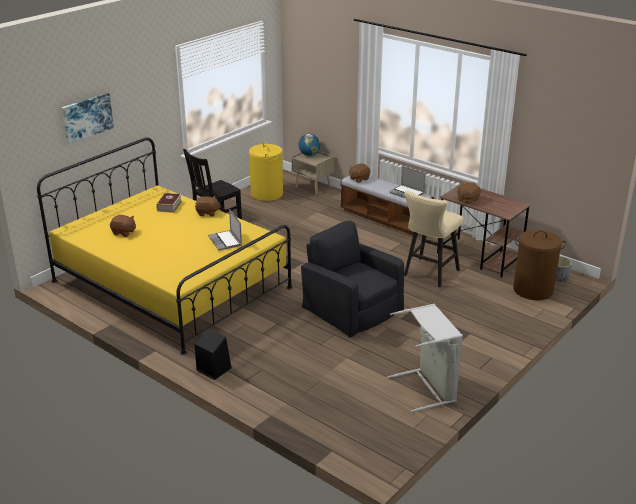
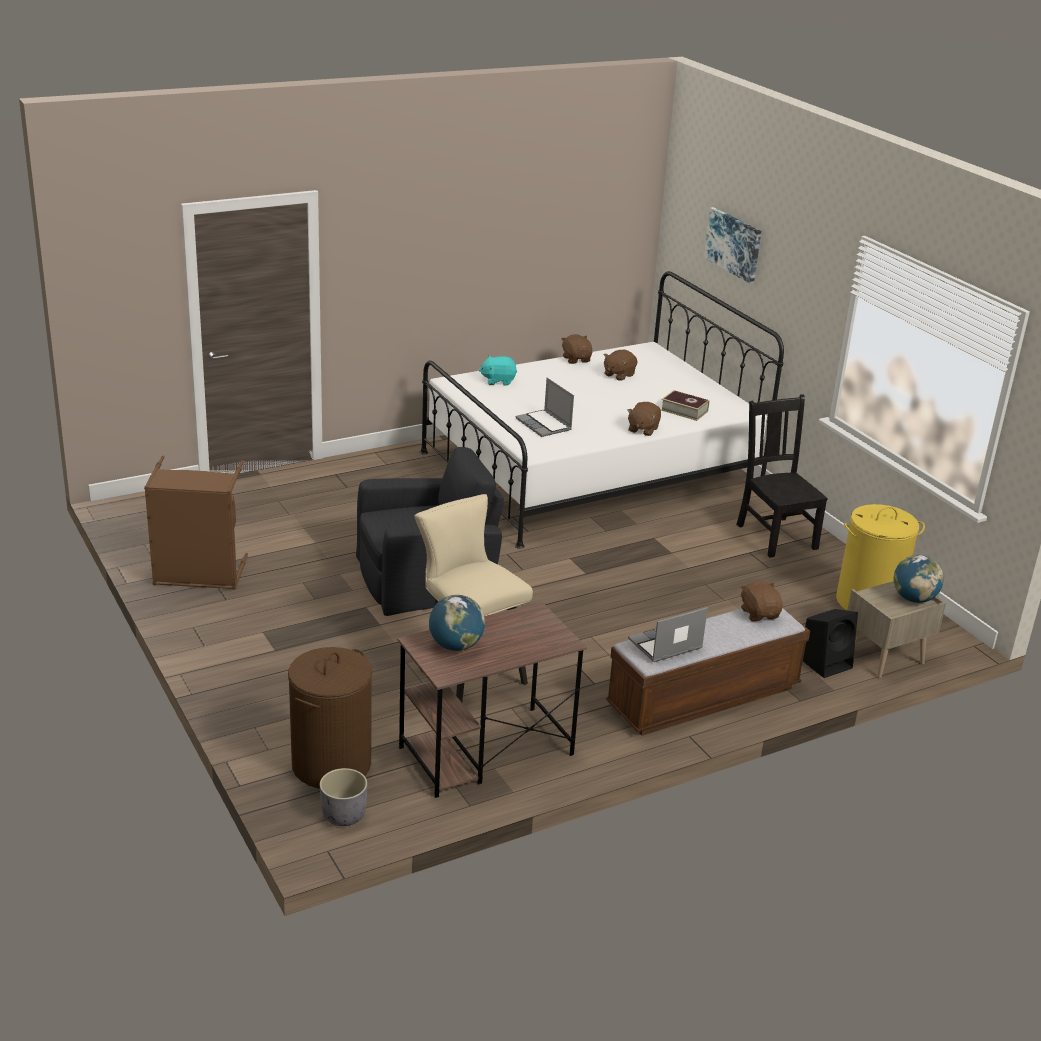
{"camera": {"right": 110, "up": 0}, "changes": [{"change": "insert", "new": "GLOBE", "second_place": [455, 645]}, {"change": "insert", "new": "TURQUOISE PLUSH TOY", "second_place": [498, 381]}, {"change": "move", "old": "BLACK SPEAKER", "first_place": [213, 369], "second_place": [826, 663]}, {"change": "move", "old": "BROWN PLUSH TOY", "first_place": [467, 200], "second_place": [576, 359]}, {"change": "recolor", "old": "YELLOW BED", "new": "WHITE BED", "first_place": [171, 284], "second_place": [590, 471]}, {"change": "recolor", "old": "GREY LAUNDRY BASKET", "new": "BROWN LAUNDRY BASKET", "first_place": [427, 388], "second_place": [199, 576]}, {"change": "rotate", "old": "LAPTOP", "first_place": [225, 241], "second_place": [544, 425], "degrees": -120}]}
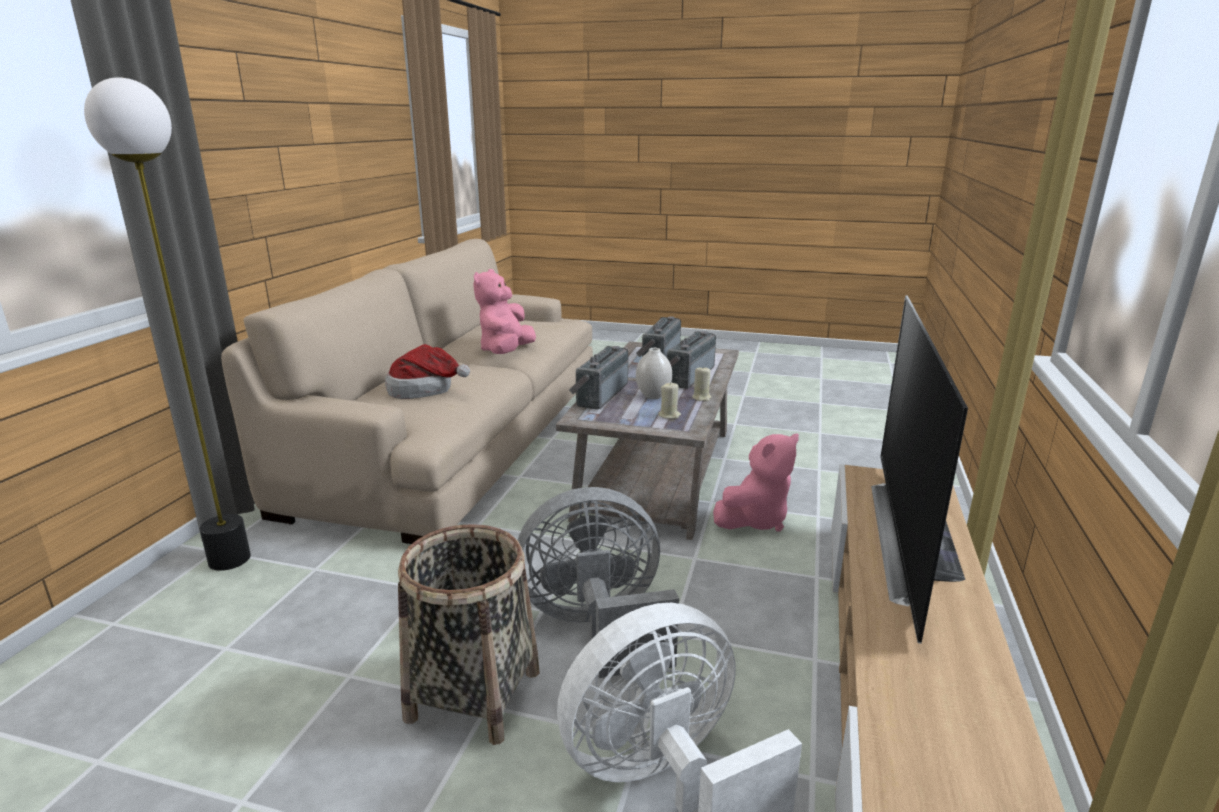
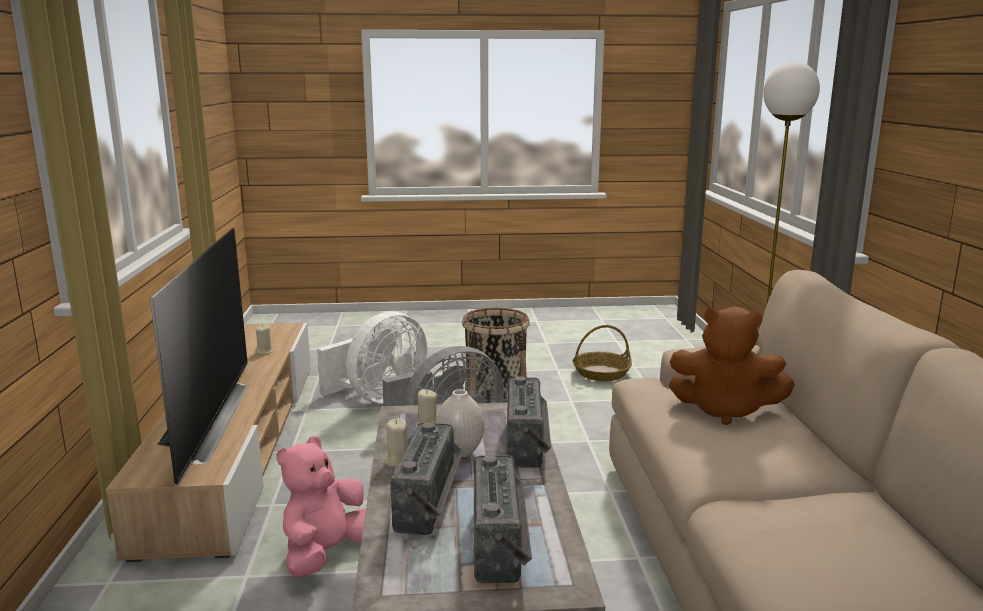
{"camera": {"right": 160, "up": -5}, "changes": [{"change": "delete", "old": "PINK PLUSH TOY", "first_place": [506, 352]}, {"change": "insert", "new": "BEIGE CANDLE", "second_place": [264, 352]}, {"change": "insert", "new": "BASKET", "second_place": [601, 373]}, {"change": "replace", "old": "HAT", "new": "BROWN PLUSH TOY", "first_place": [425, 390], "second_place": [725, 410]}]}
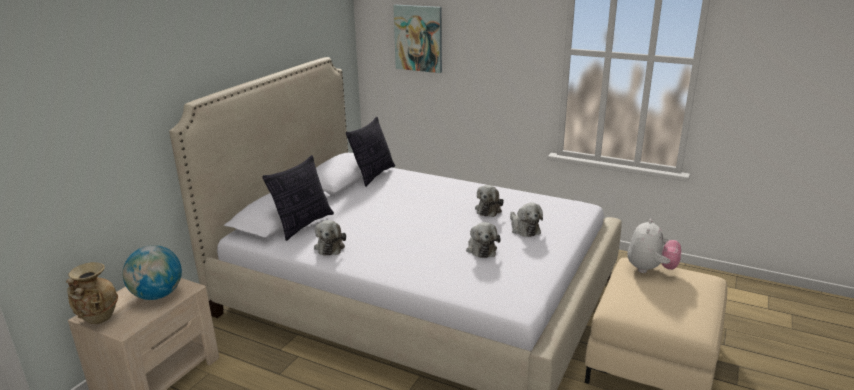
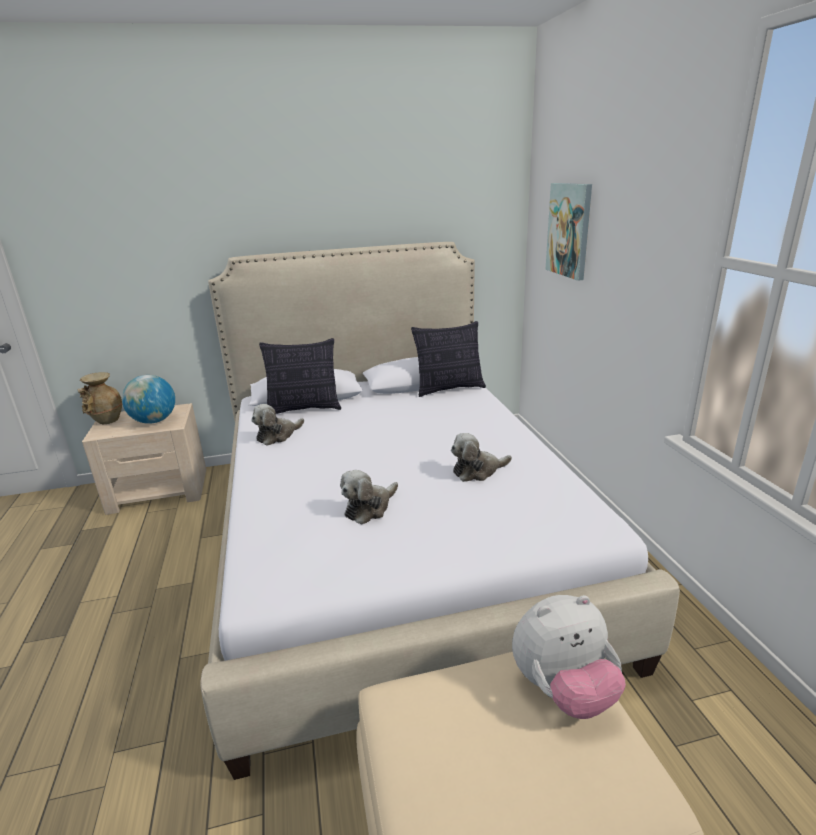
{"camera": {"right": 50, "up": 0}, "changes": [{"change": "delete", "old": "PLUSH TOY", "first_place": [524, 228]}]}
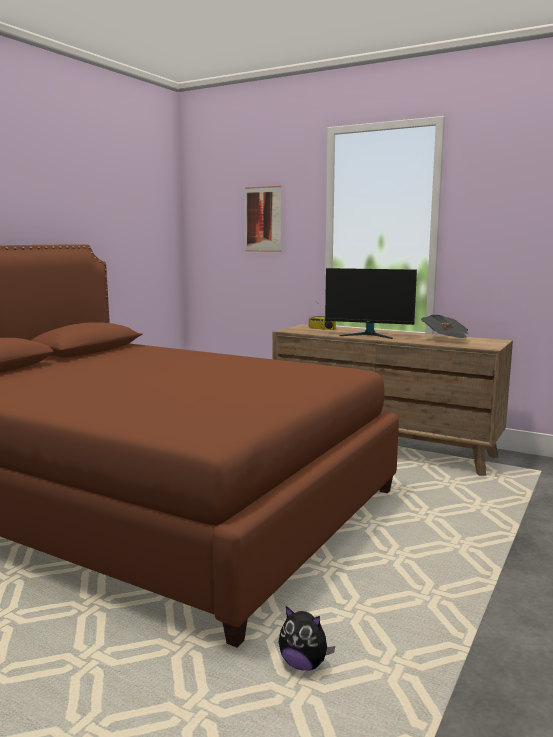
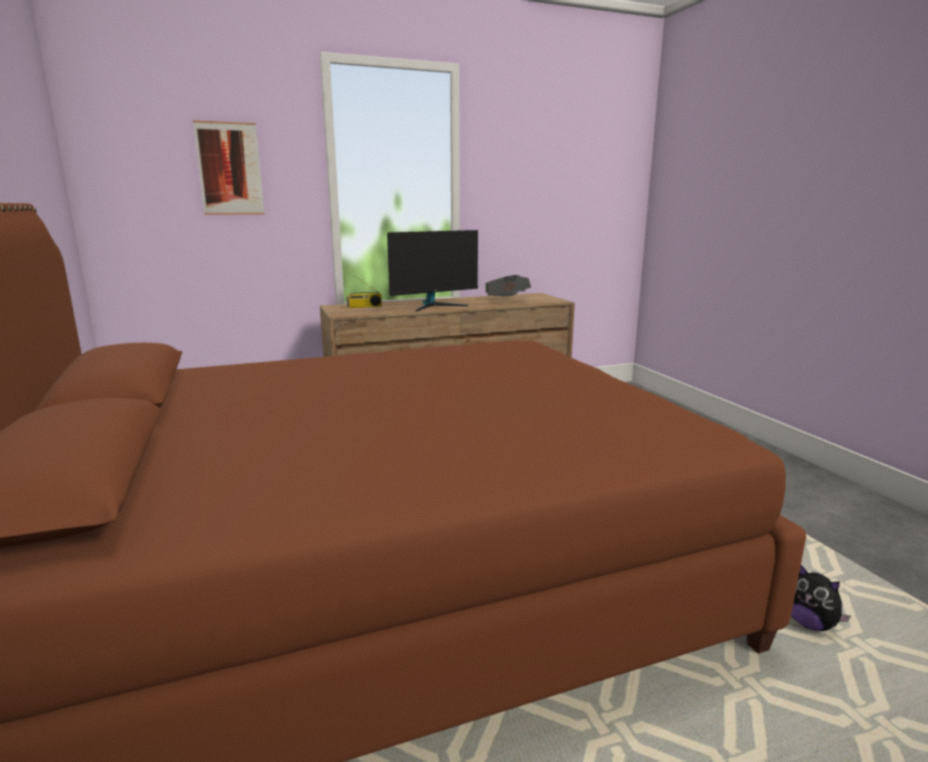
{"camera": {"right": -50, "up": 5}, "changes": [{"change": "rotate", "old": "PLUSH TOY", "first_place": [304, 664], "second_place": [810, 624], "degrees": 75}]}
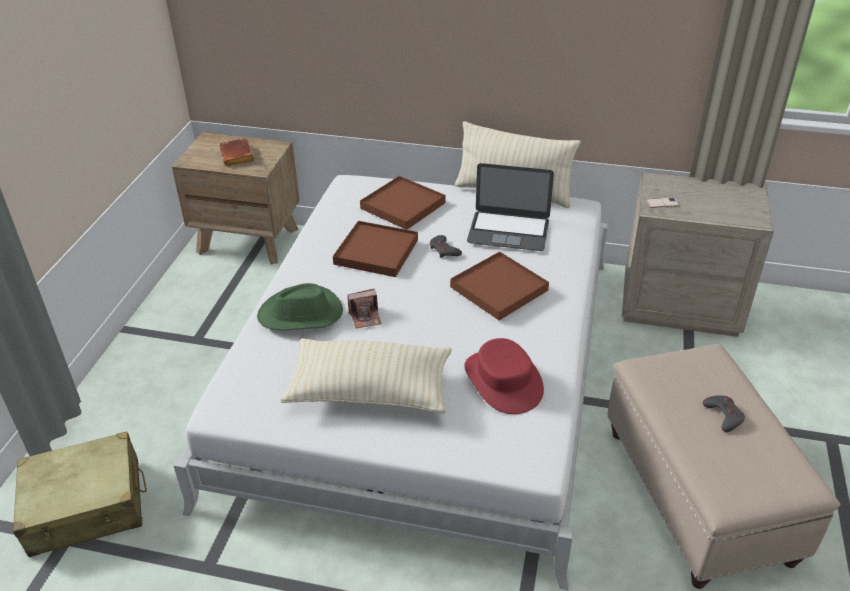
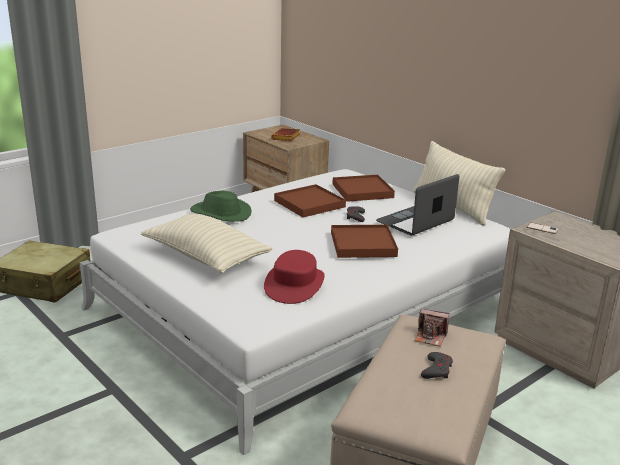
{"camera": {"right": 35, "up": -15}, "changes": [{"change": "move", "old": "PHOTO CAMERA", "first_place": [365, 317], "second_place": [430, 337]}, {"change": "rotate", "old": "LAPTOP", "first_place": [508, 231], "second_place": [415, 221], "degrees": 90}]}
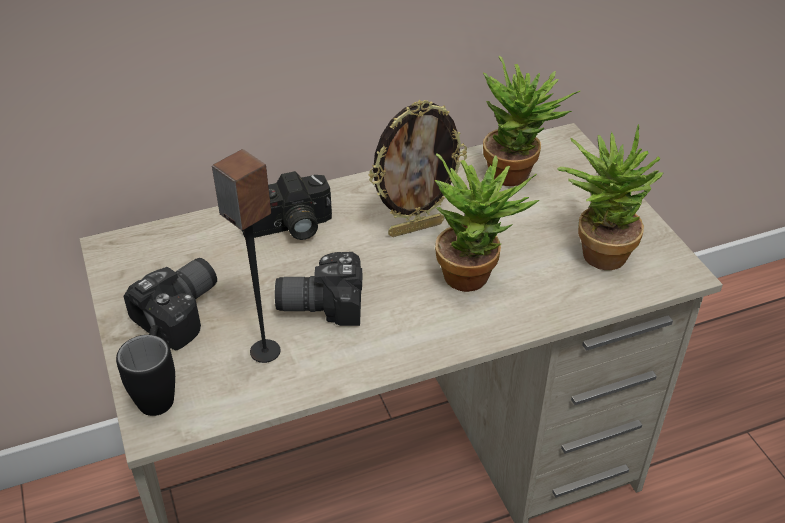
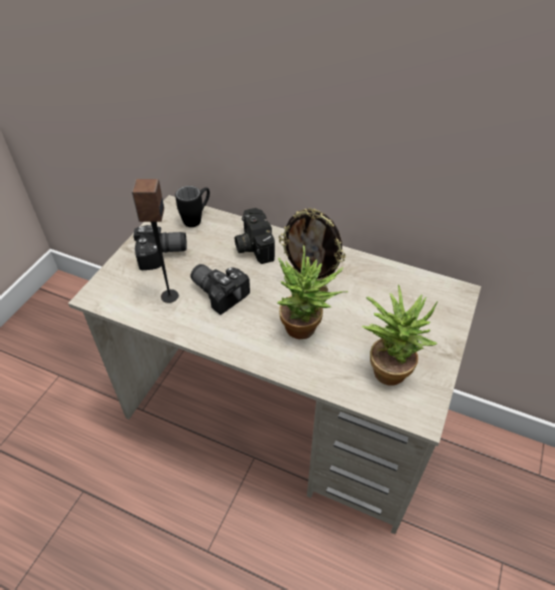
{"camera": {"right": 45, "up": 5}, "changes": [{"change": "delete", "old": "POTTED PLANT", "first_place": [518, 175]}, {"change": "move", "old": "BLACK MUG", "first_place": [158, 392], "second_place": [197, 219]}, {"change": "rotate", "old": "PHOTO CAMERA", "first_place": [288, 228], "second_place": [252, 245], "degrees": 45}]}
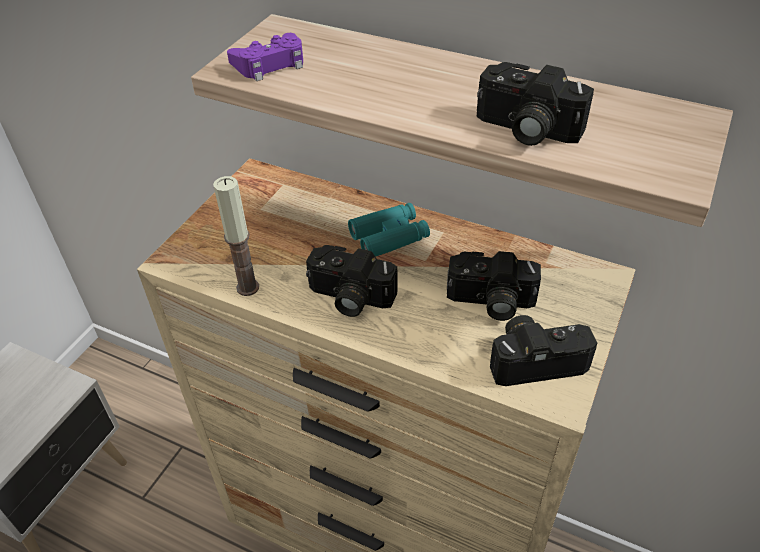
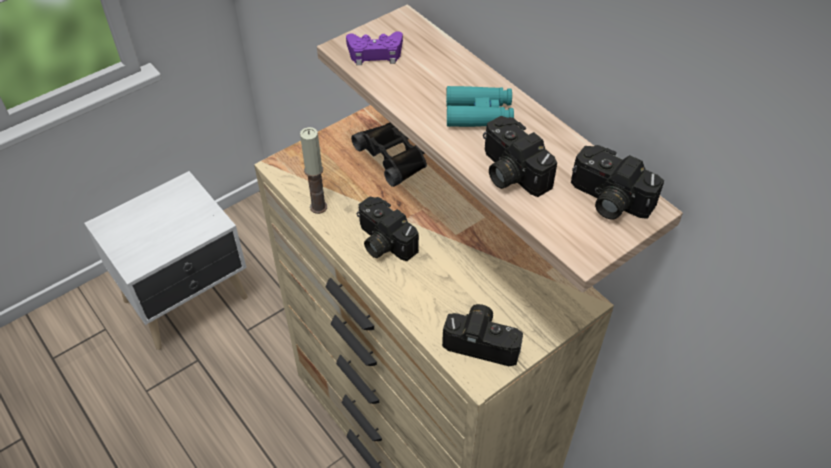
{"camera": {"right": 25, "up": 5}, "changes": [{"change": "insert", "new": "BLACK BINOCULARS", "second_place": [394, 156]}, {"change": "move", "old": "TURQUOISE BINOCULARS", "first_place": [389, 237], "second_place": [479, 114]}, {"change": "move", "old": "PHOTO CAMERA", "first_place": [490, 302], "second_place": [607, 200]}]}
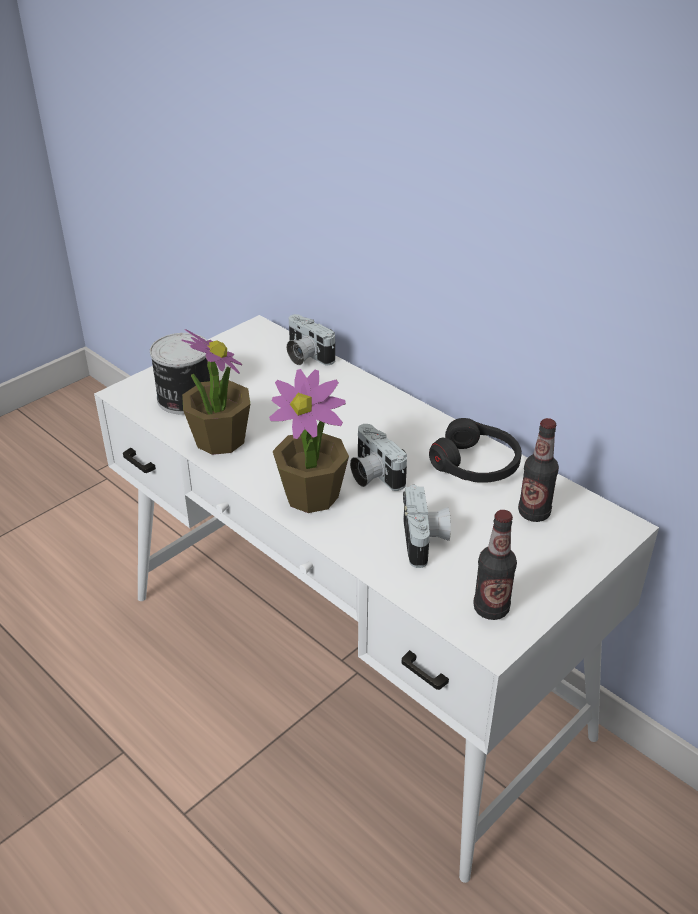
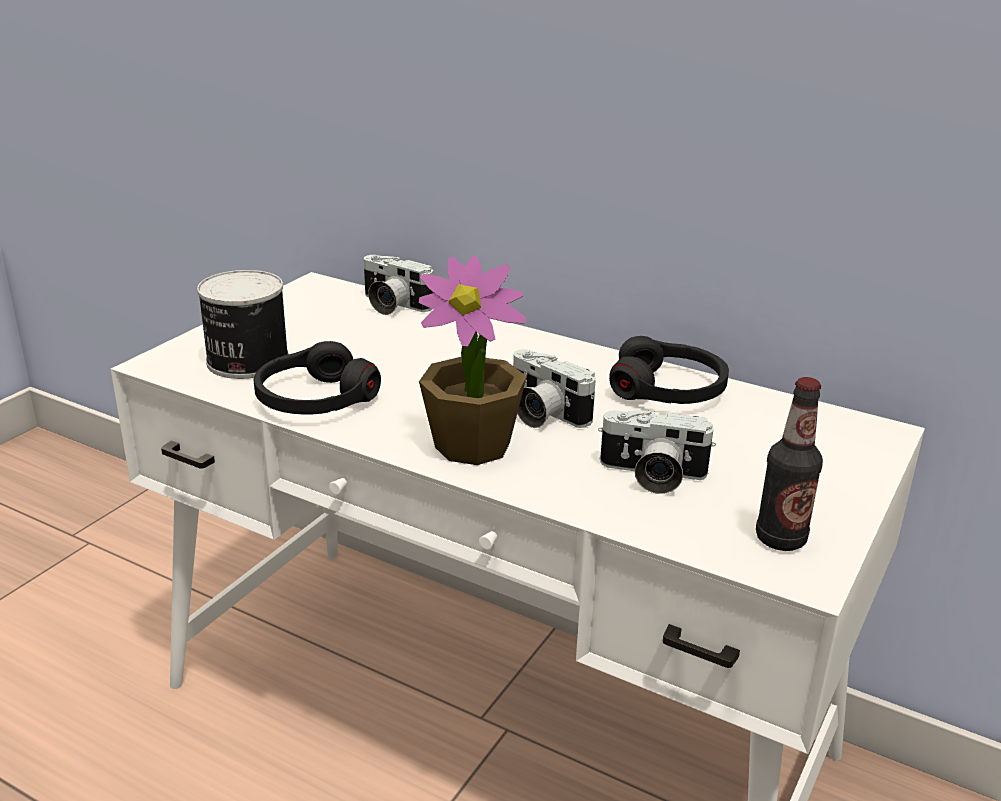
{"camera": {"right": -15, "up": -10}, "changes": [{"change": "delete", "old": "BOTTLE", "first_place": [534, 513]}, {"change": "replace", "old": "POTTED PLANT", "new": "BLACK HEADPHONES", "first_place": [219, 439], "second_place": [315, 399]}, {"change": "rotate", "old": "PHOTO CAMERA", "first_place": [425, 540], "second_place": [651, 476], "degrees": 120}]}
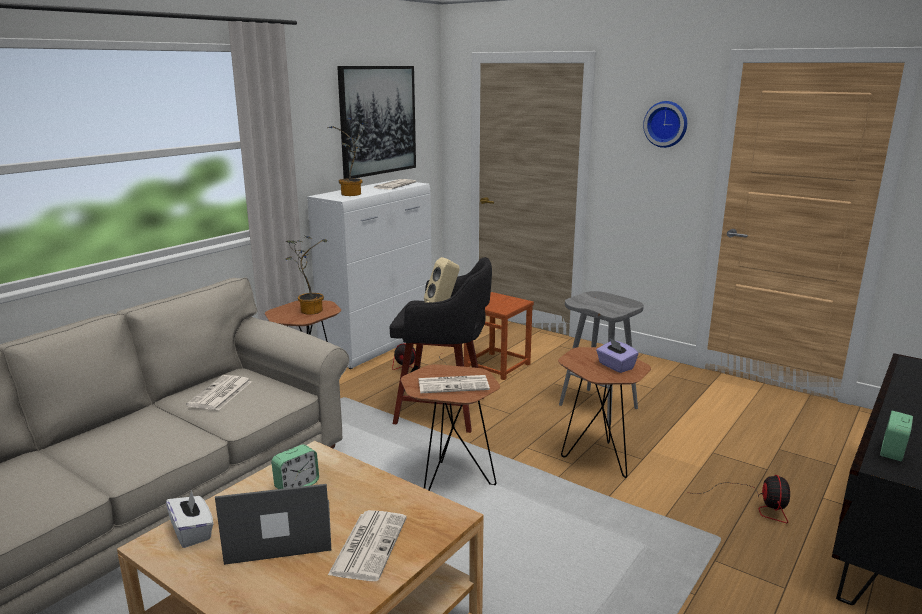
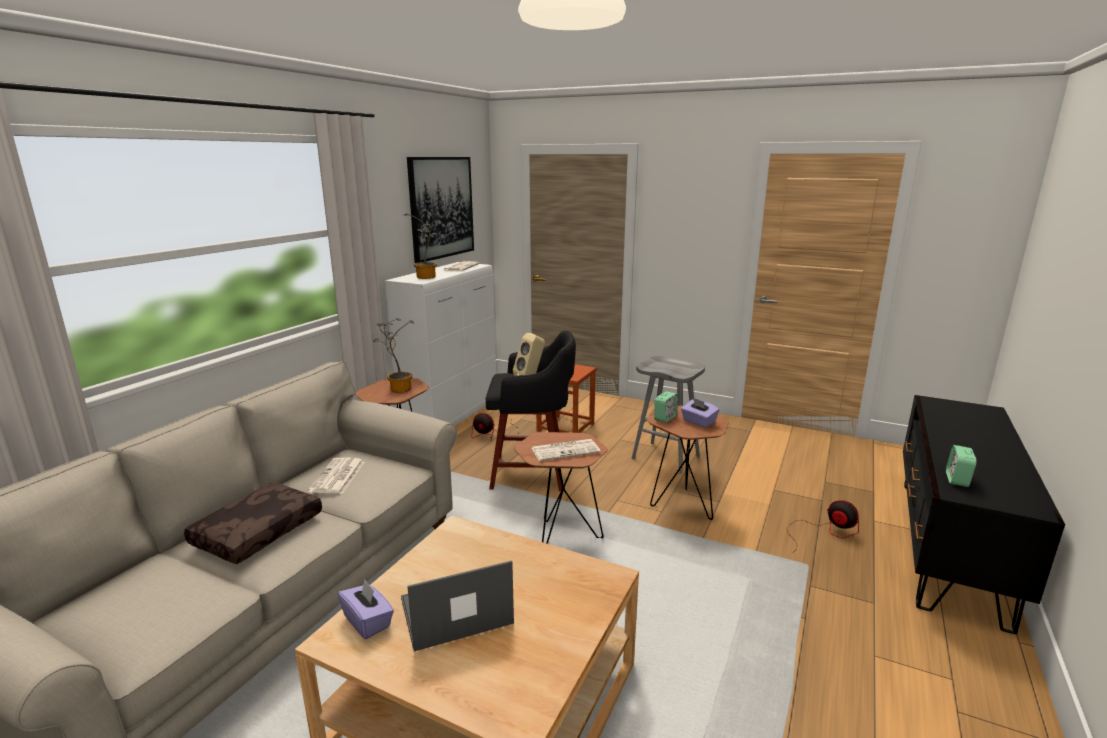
{"camera": {"right": -10, "up": 0}, "changes": [{"change": "delete", "old": "NEWSPAPER", "first_place": [368, 545]}, {"change": "delete", "old": "WALL CLOCK", "first_place": [666, 124]}, {"change": "insert", "new": "BROWN PILLOW", "second_place": [258, 531]}, {"change": "move", "old": "ALARM CLOCK", "first_place": [297, 485], "second_place": [665, 418]}, {"change": "recolor", "old": "WHITE TISSUE BOX", "new": "PURPLE TISSUE BOX", "first_place": [192, 532], "second_place": [368, 622]}, {"change": "rotate", "old": "FAN", "first_place": [755, 504], "second_place": [824, 532], "degrees": -45}]}
